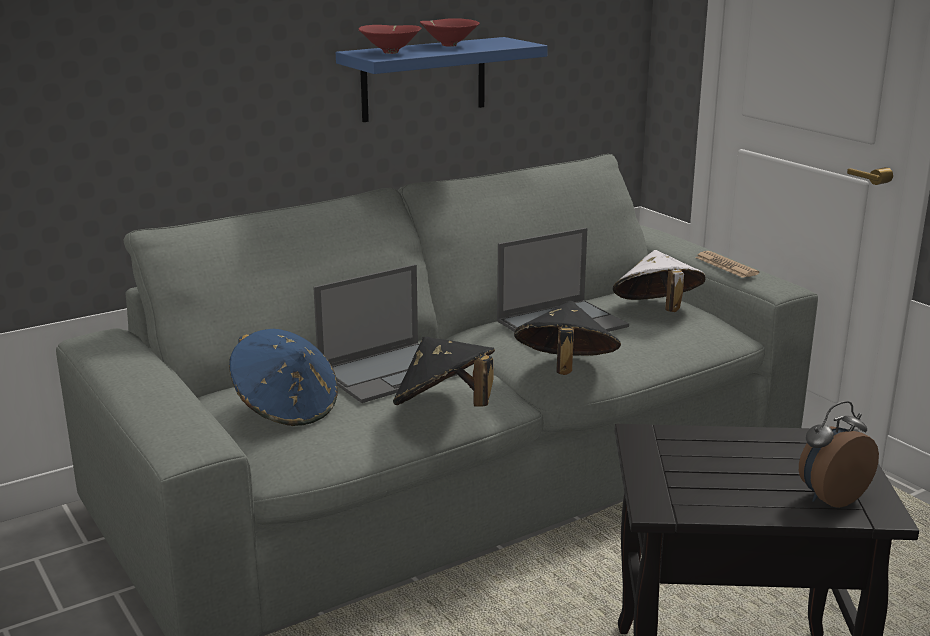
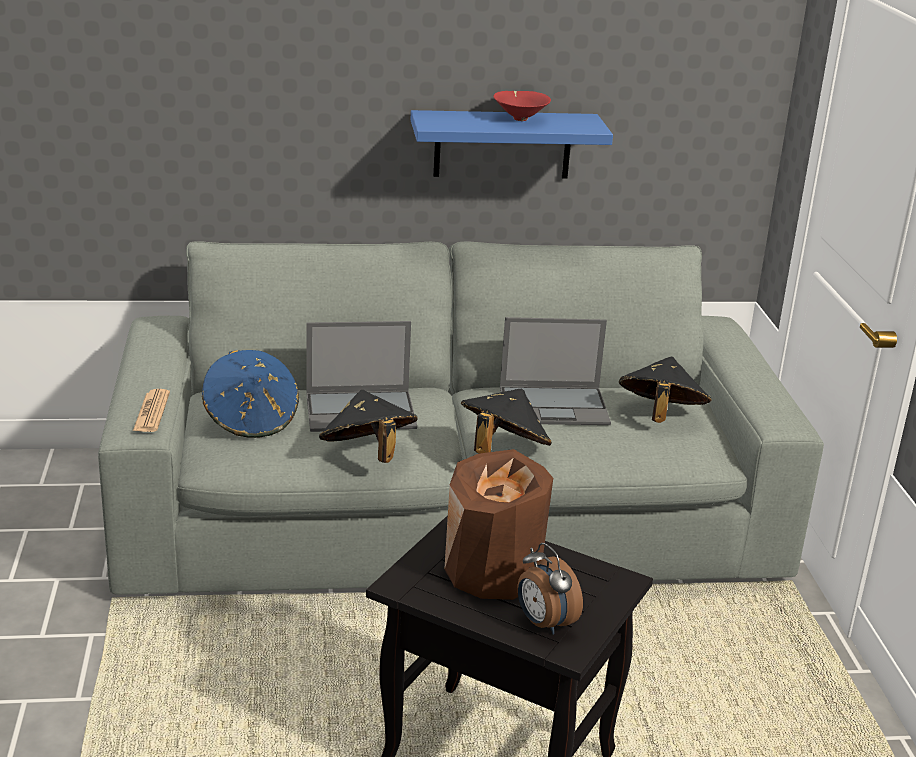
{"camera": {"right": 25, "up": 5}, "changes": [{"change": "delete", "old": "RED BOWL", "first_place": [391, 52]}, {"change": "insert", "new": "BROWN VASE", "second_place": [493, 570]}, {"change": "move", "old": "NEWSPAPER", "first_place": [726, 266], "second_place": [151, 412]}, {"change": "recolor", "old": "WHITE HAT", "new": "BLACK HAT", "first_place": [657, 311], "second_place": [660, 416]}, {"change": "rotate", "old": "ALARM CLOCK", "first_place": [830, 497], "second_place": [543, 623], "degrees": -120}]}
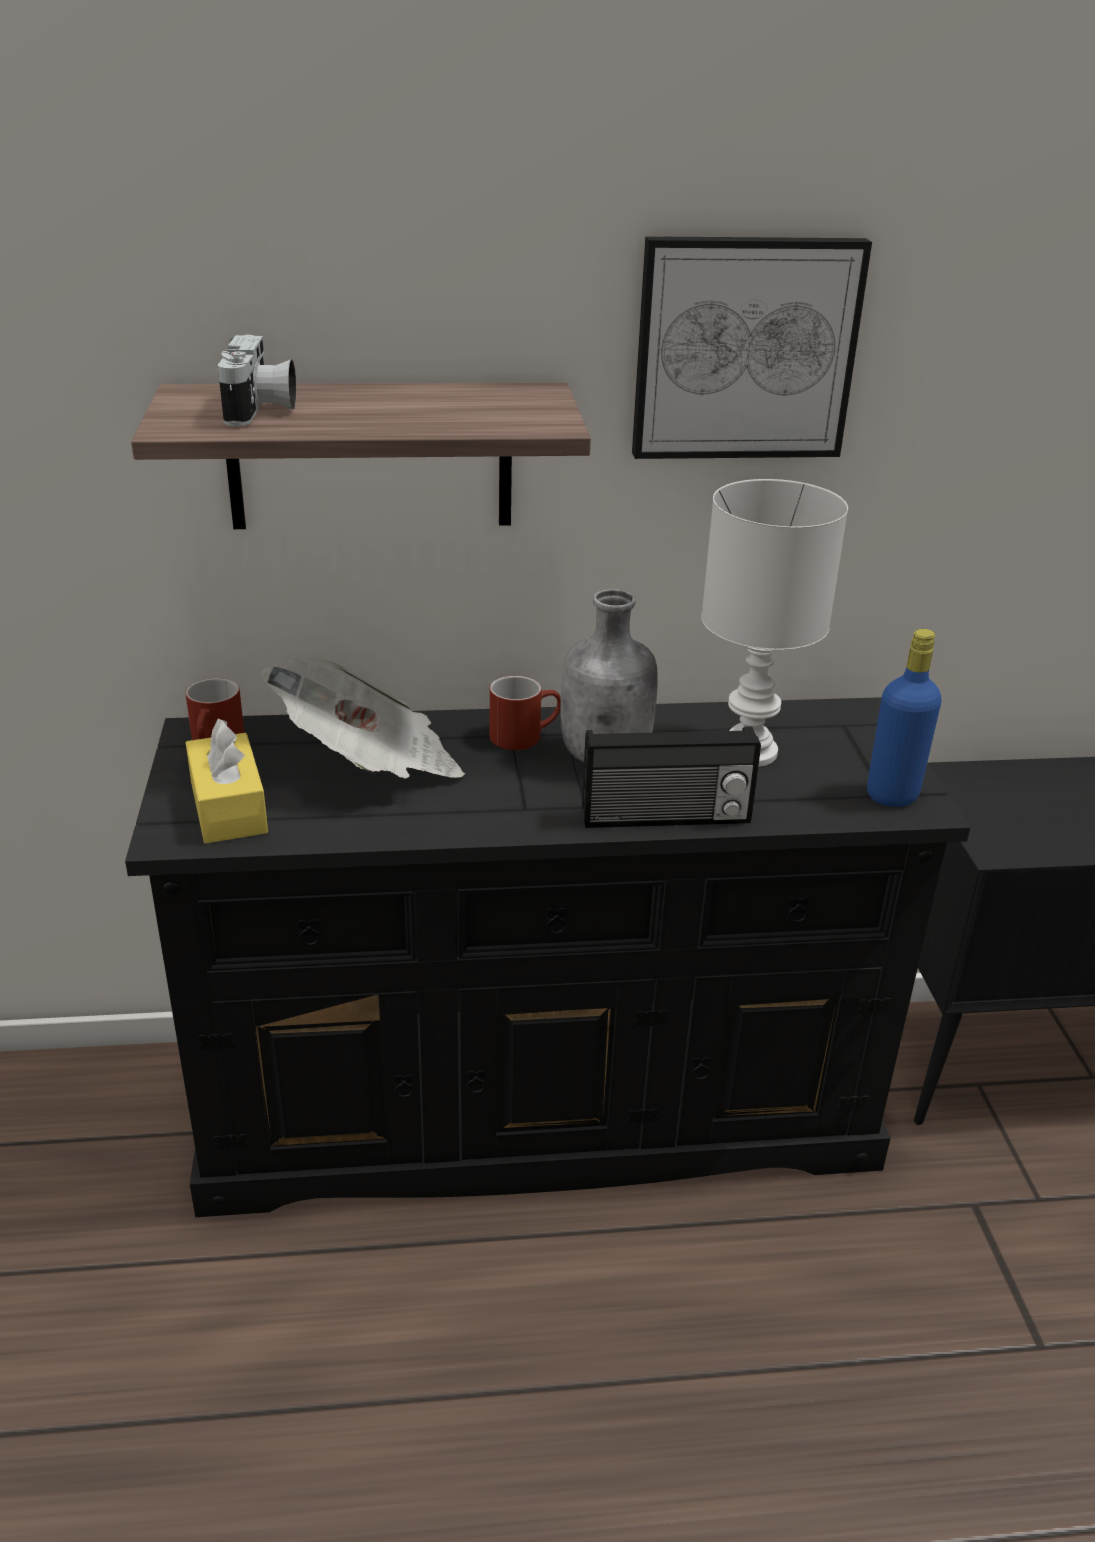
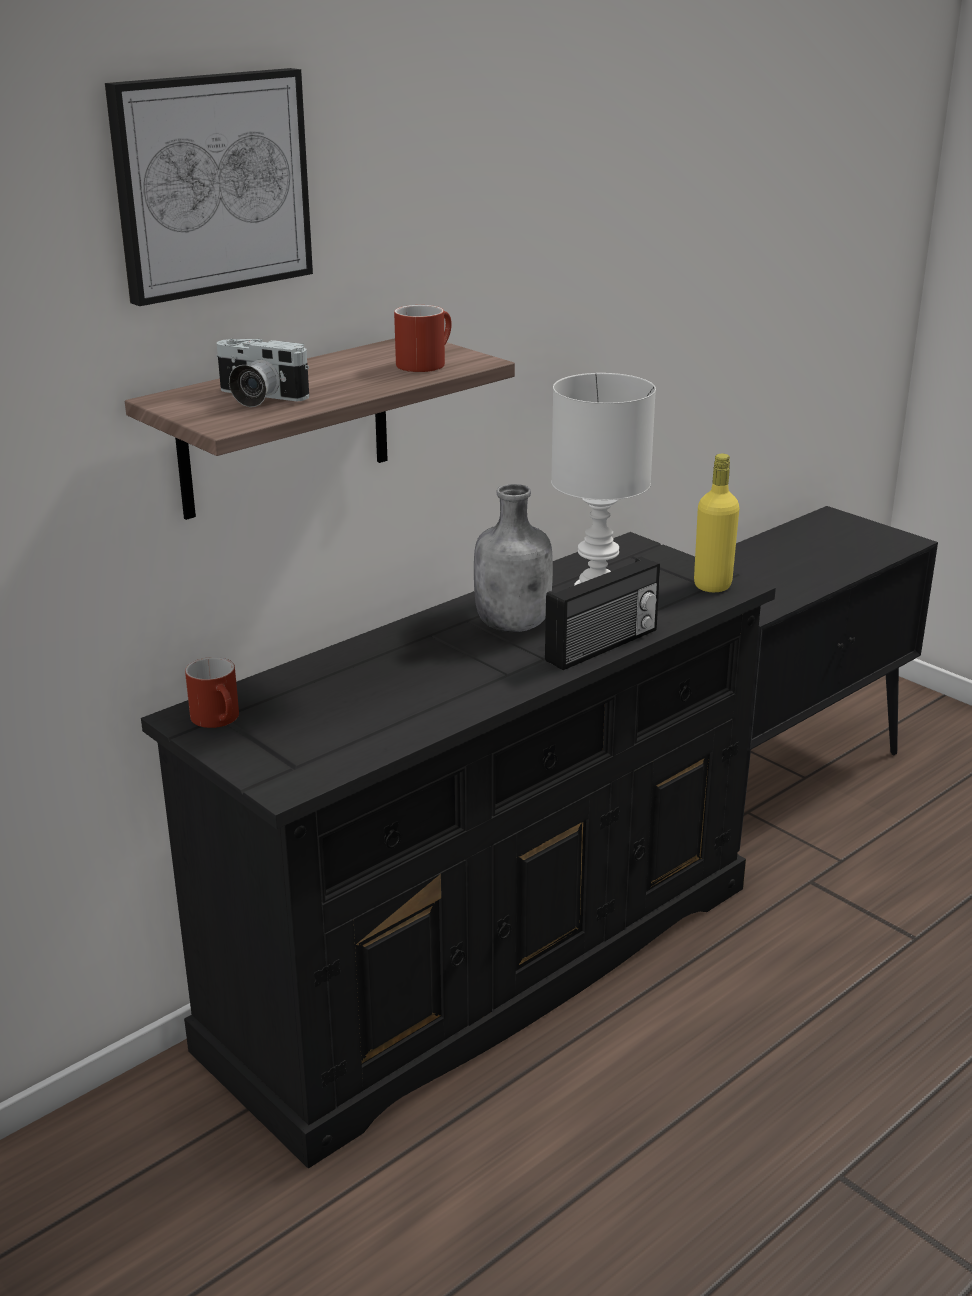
{"camera": {"right": -35, "up": -5}, "changes": [{"change": "delete", "old": "YELLOW TISSUE BOX", "first_place": [228, 807]}, {"change": "delete", "old": "NEWSPAPER", "first_place": [369, 765]}, {"change": "move", "old": "RED MUG", "first_place": [524, 735], "second_place": [425, 362]}, {"change": "move", "old": "PICTURE", "first_place": [744, 349], "second_place": [211, 184]}, {"change": "recolor", "old": "BLUE BOTTLE", "new": "YELLOW BOTTLE", "first_place": [892, 795], "second_place": [712, 585]}, {"change": "rotate", "old": "PHOTO CAMERA", "first_place": [260, 410], "second_place": [257, 398], "degrees": 150}]}
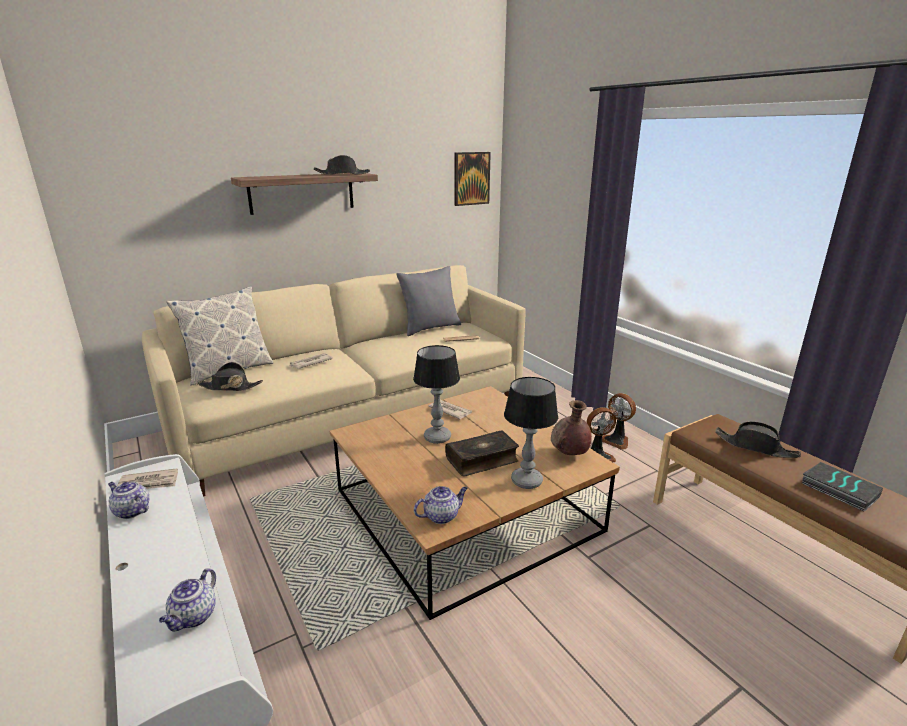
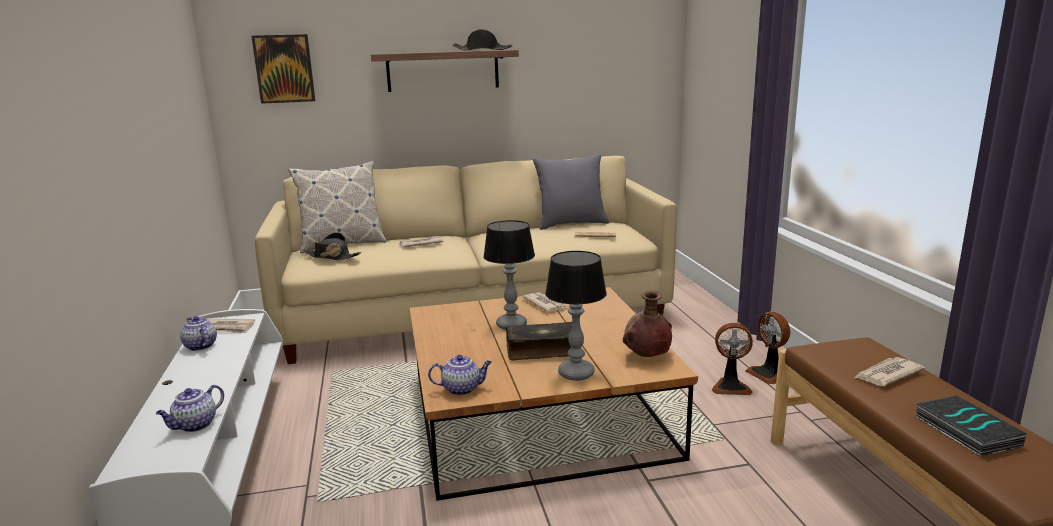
{"camera": {"right": 20, "up": -5}, "changes": [{"change": "move", "old": "PICTURE", "first_place": [471, 178], "second_place": [284, 69]}, {"change": "replace", "old": "BLACK HAT", "new": "NEWSPAPER", "first_place": [755, 447], "second_place": [886, 374]}]}
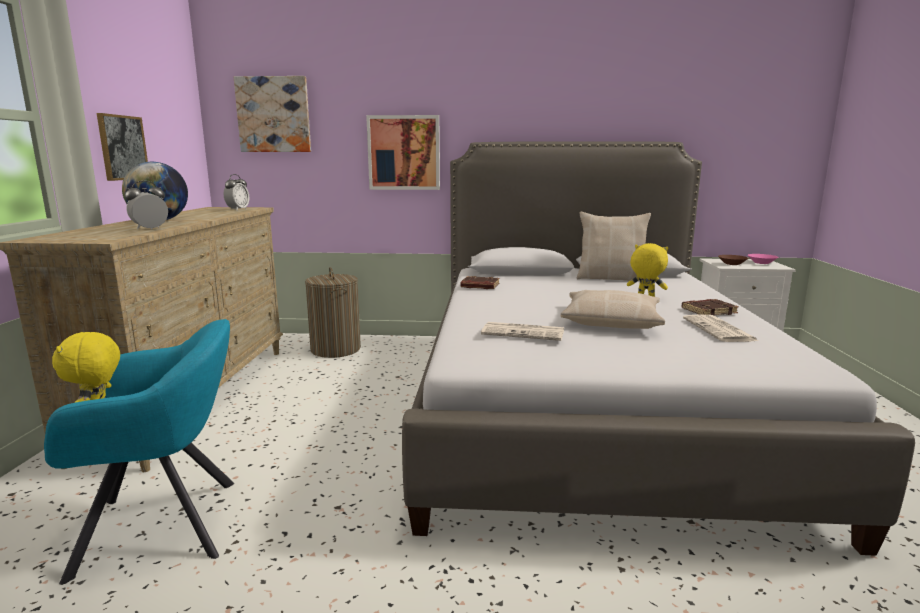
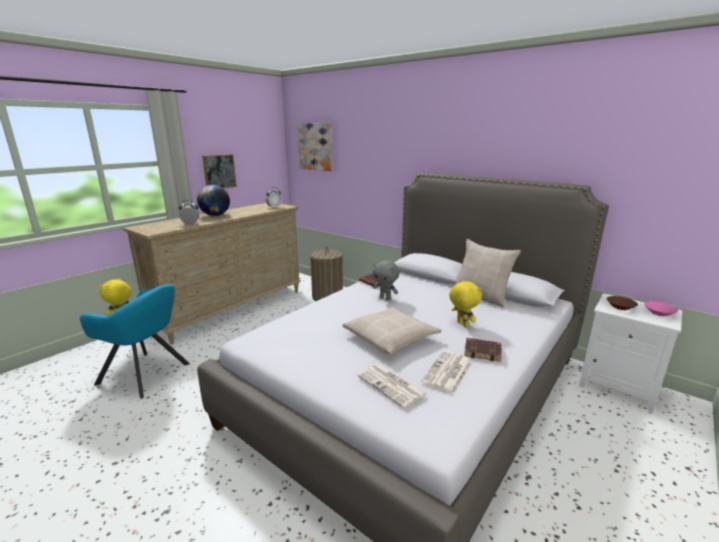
{"camera": {"right": 35, "up": 5}, "changes": [{"change": "delete", "old": "PICTURE", "first_place": [404, 153]}, {"change": "insert", "new": "GREY PLUSH TOY", "second_place": [385, 298]}, {"change": "move", "old": "NEWSPAPER", "first_place": [524, 332], "second_place": [392, 385]}]}
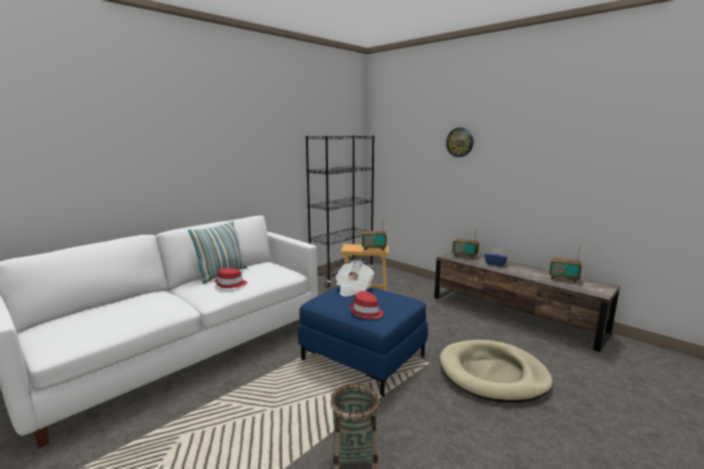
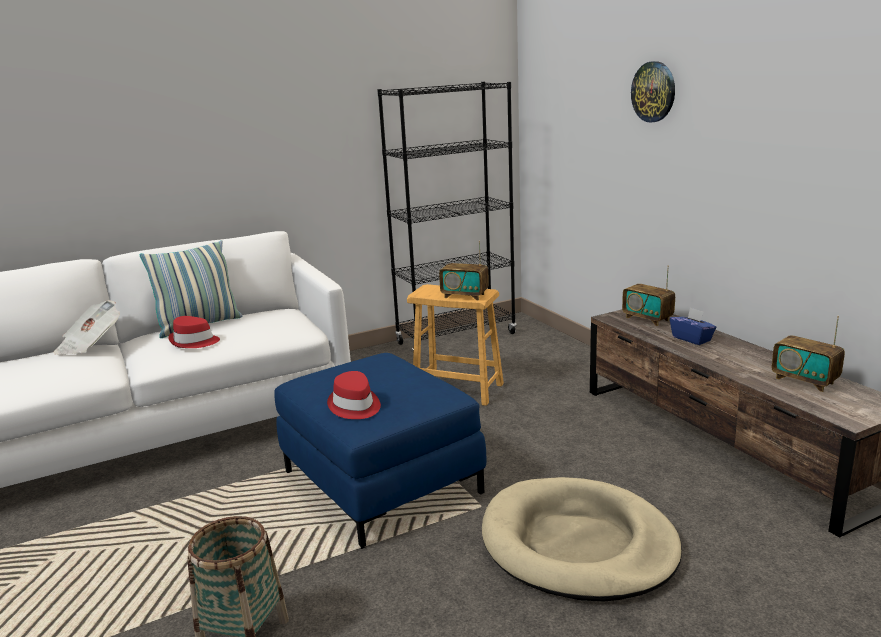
{"camera": {"right": 20, "up": 5}, "changes": [{"change": "move", "old": "NEWSPAPER", "first_place": [353, 289], "second_place": [90, 345]}]}
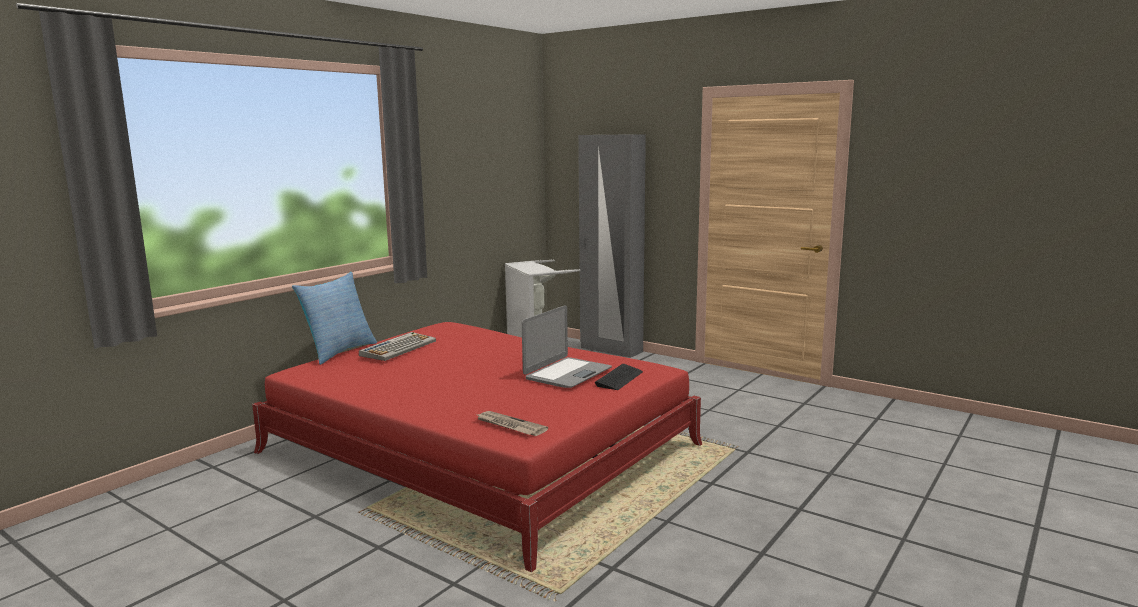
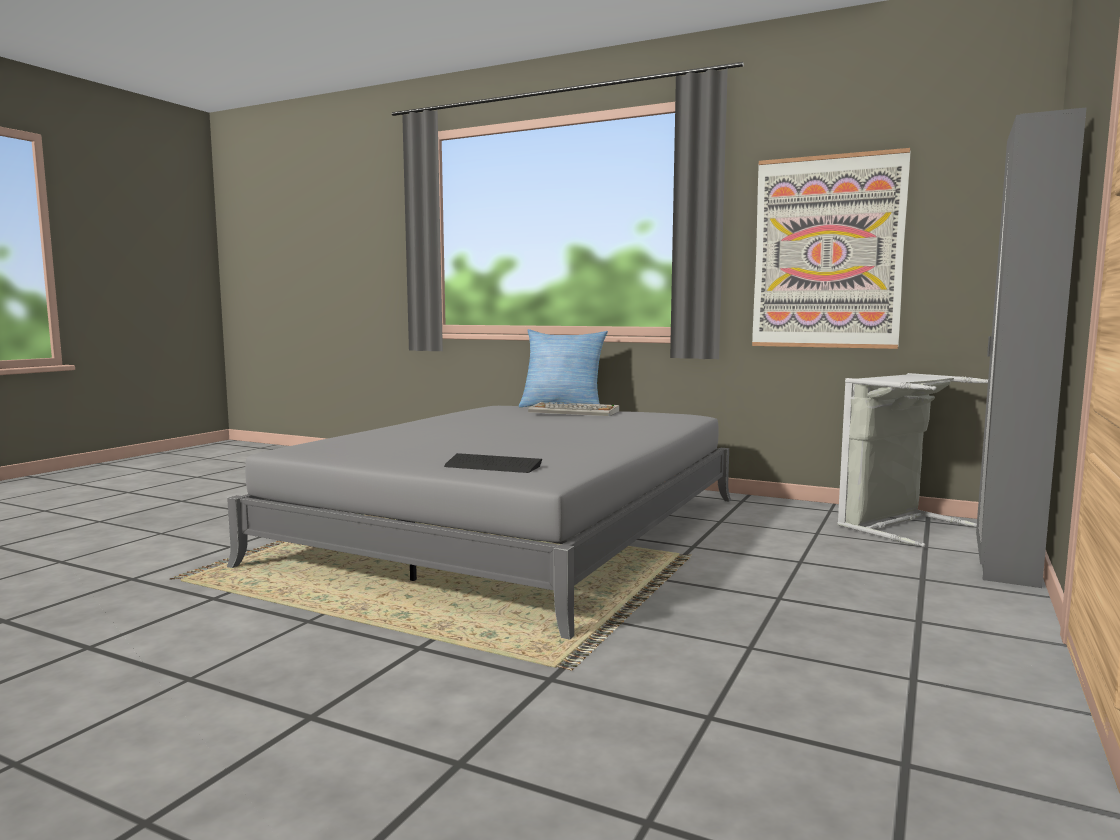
{"camera": {"right": 80, "up": -5}, "changes": [{"change": "delete", "old": "NEWSPAPER", "first_place": [509, 426]}, {"change": "delete", "old": "LAPTOP", "first_place": [567, 374]}, {"change": "insert", "new": "PICTURE", "second_place": [827, 252]}, {"change": "recolor", "old": "RED BED", "new": "GREY BED", "first_place": [479, 449], "second_place": [516, 529]}]}
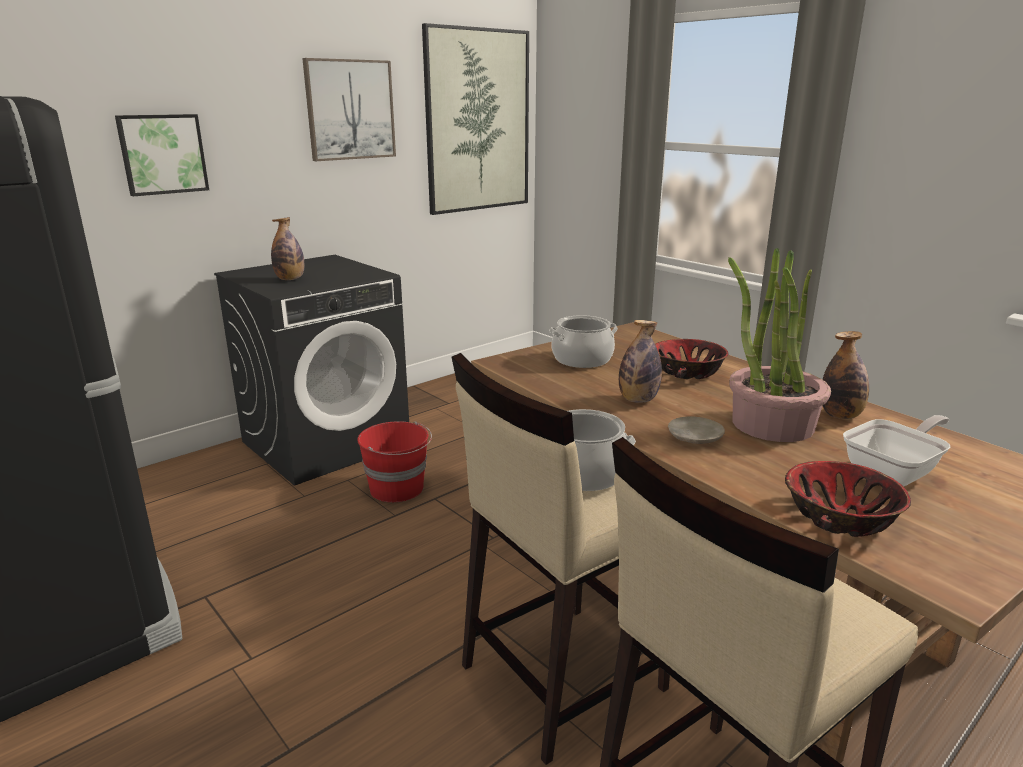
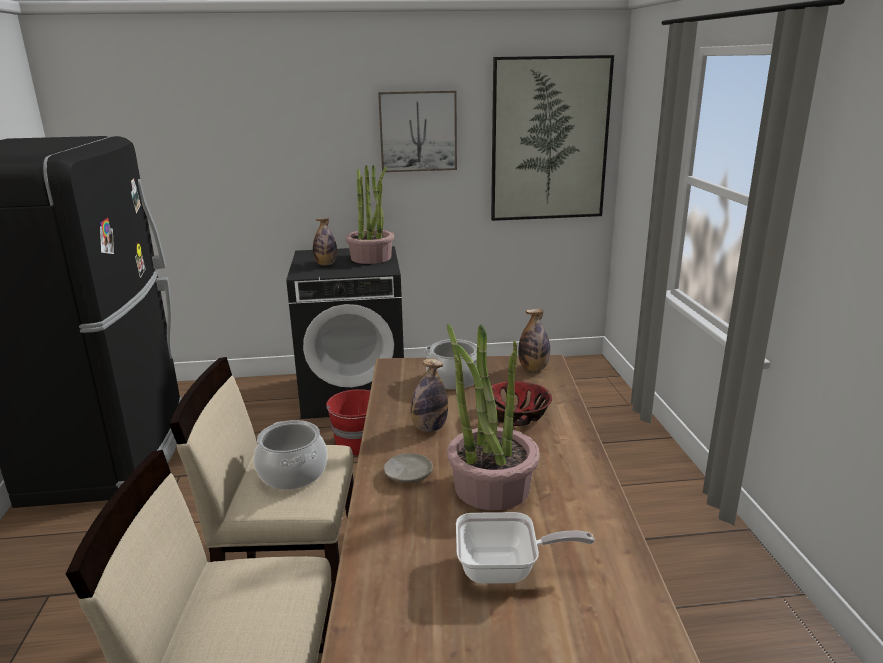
{"camera": {"right": 35, "up": 0}, "changes": [{"change": "delete", "old": "PICTURE", "first_place": [162, 154]}, {"change": "delete", "old": "BOWL", "first_place": [839, 517]}, {"change": "insert", "new": "POTTED PLANT", "second_place": [371, 258]}, {"change": "move", "old": "BOTTLE", "first_place": [840, 415], "second_place": [533, 368]}]}
